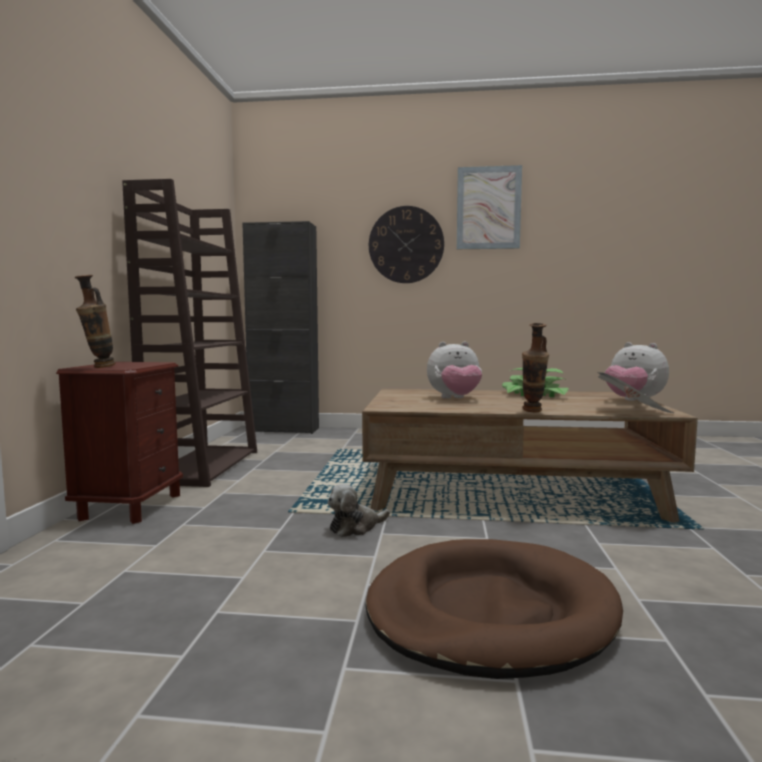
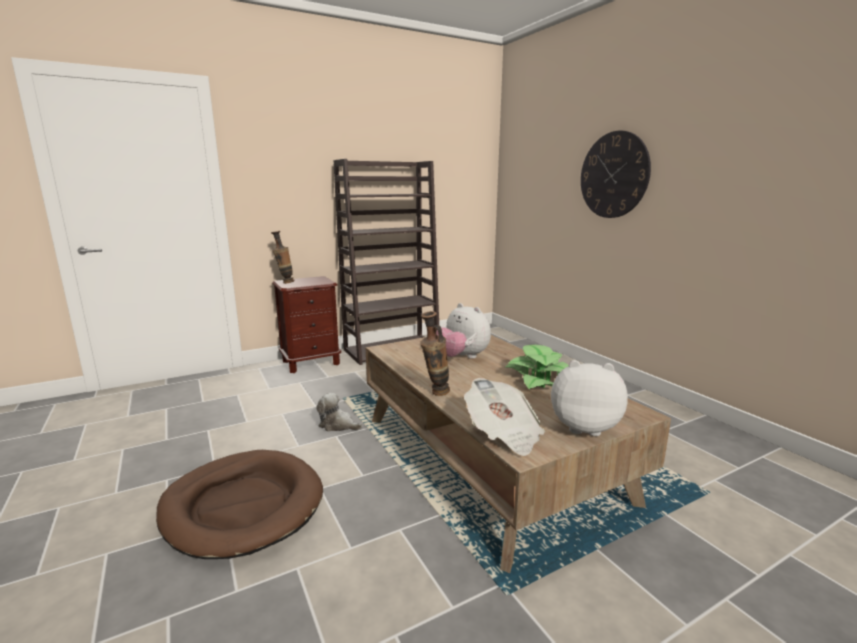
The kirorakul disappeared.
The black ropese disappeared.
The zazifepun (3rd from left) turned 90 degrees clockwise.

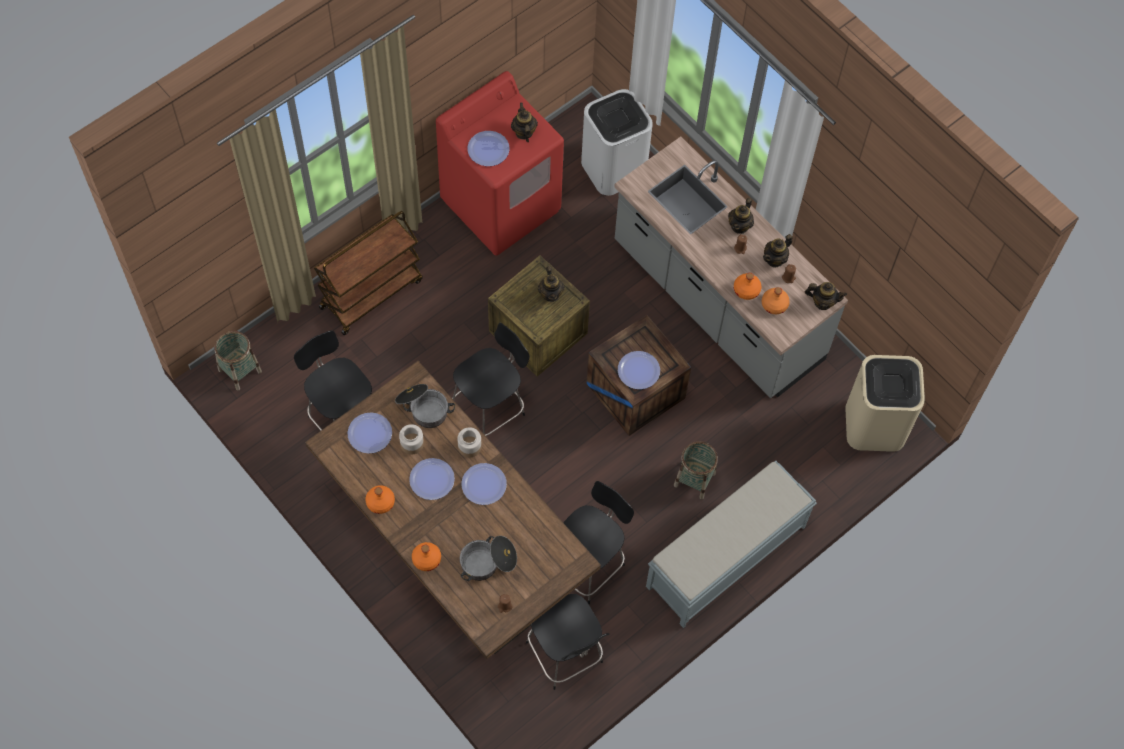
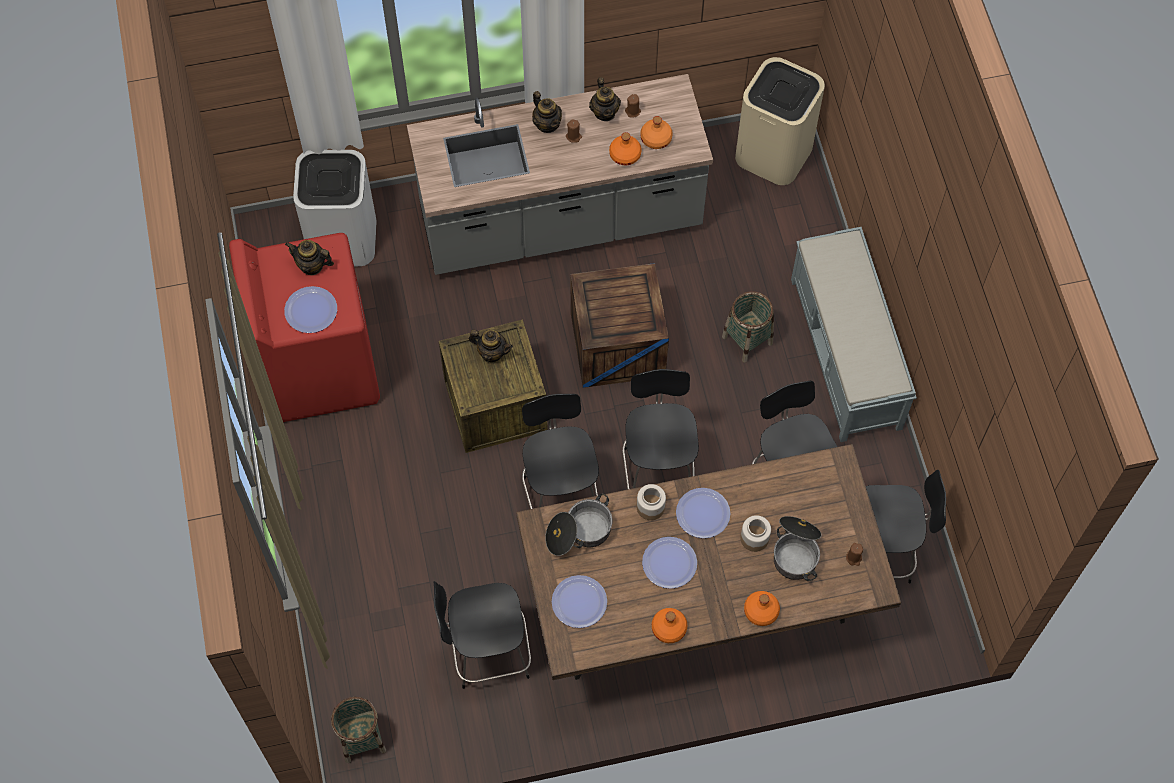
The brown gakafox disappeared.
The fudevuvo (5th from left) disappeared.
The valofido (5th from left) disappeared.
The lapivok (1st from left in the first image) moved.
The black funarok (3rd from left) appeared.

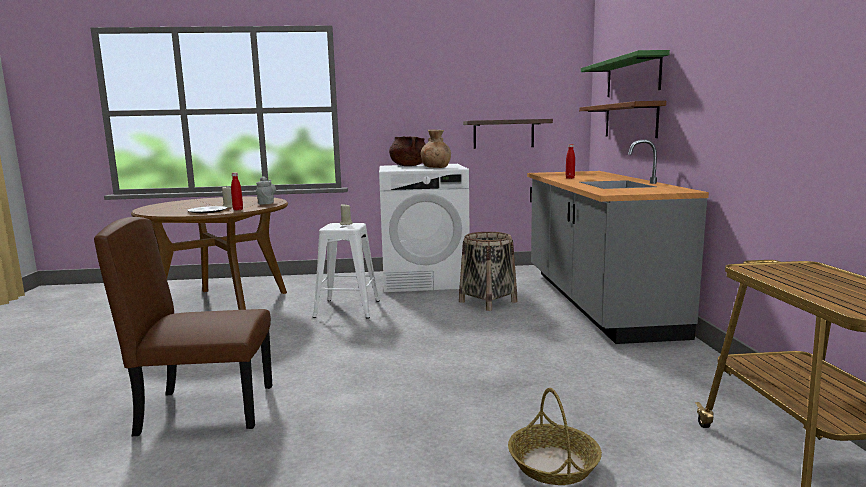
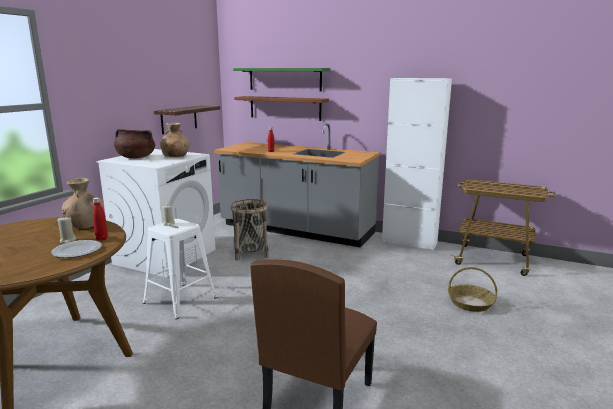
The grey fudevuvo was replaced by the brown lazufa (1st from left).
The white ropese appeared.

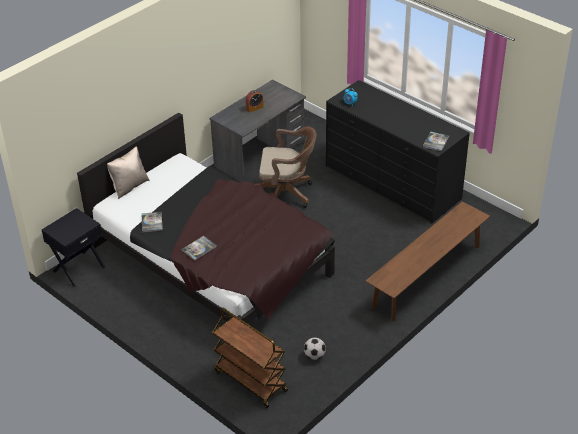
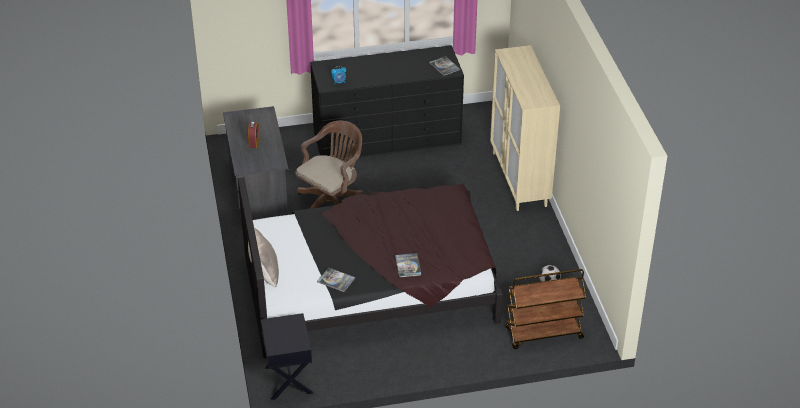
The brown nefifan was replaced by the beige ropese.

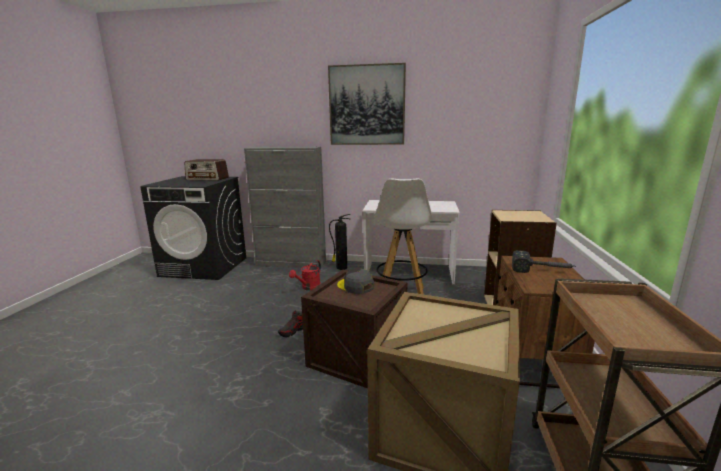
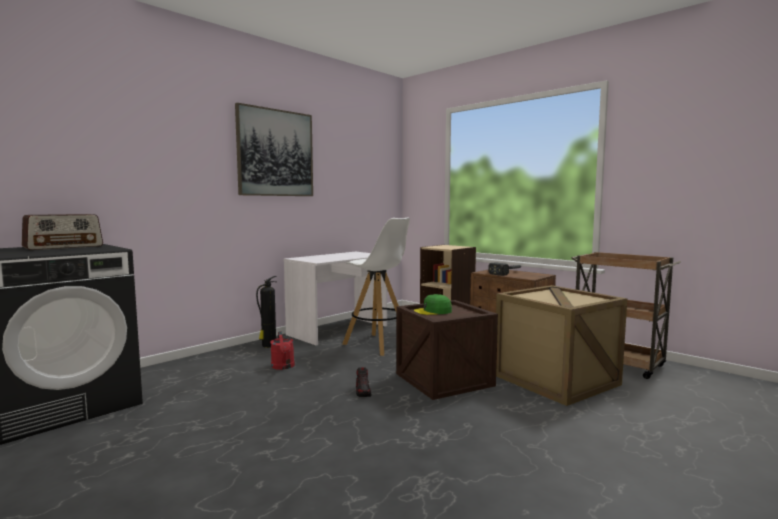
The grey ropese disappeared.
The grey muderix became the green muderix.

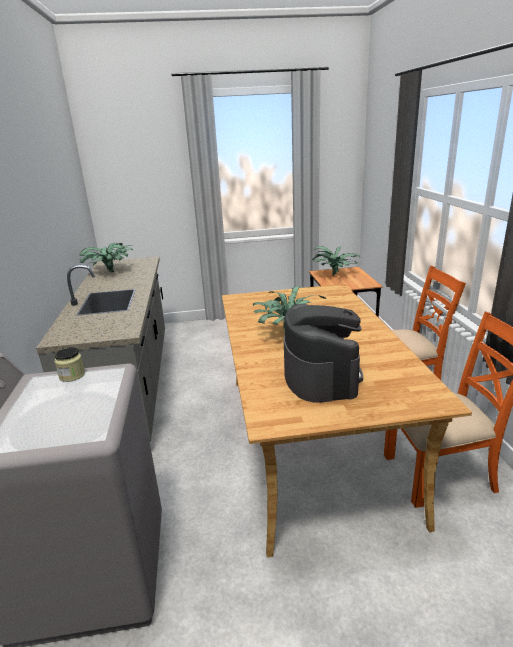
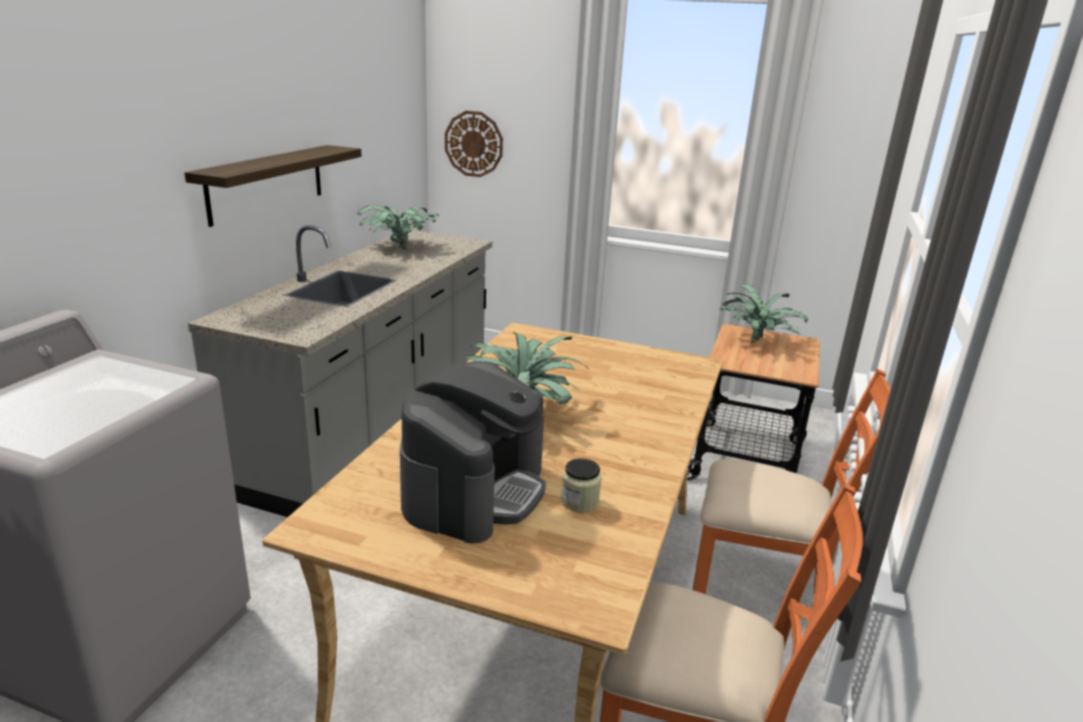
The lapivok moved.
The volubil appeared.
The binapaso appeared.

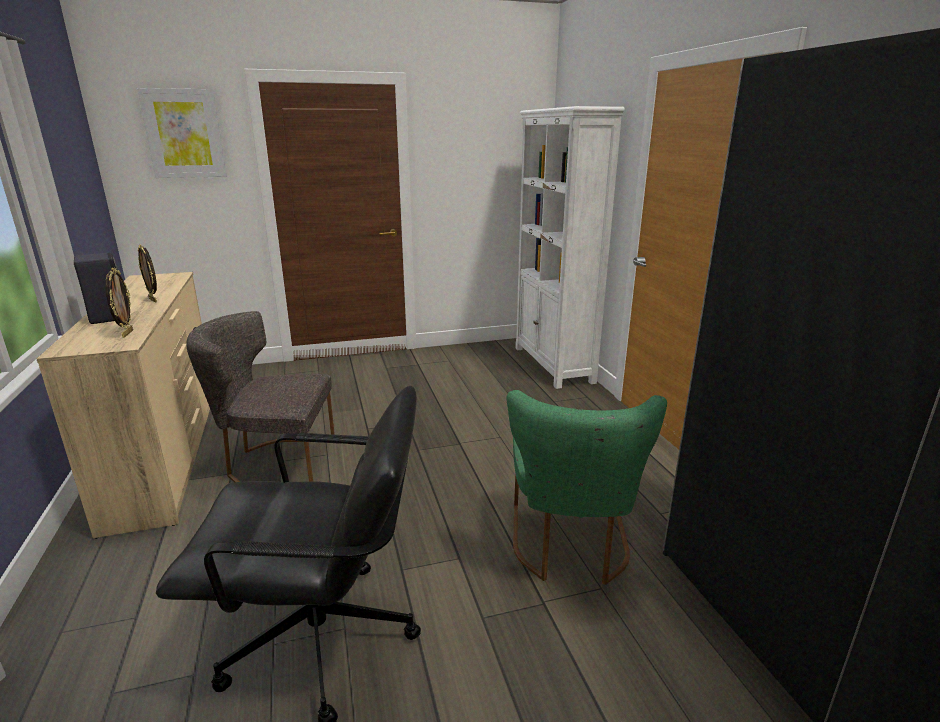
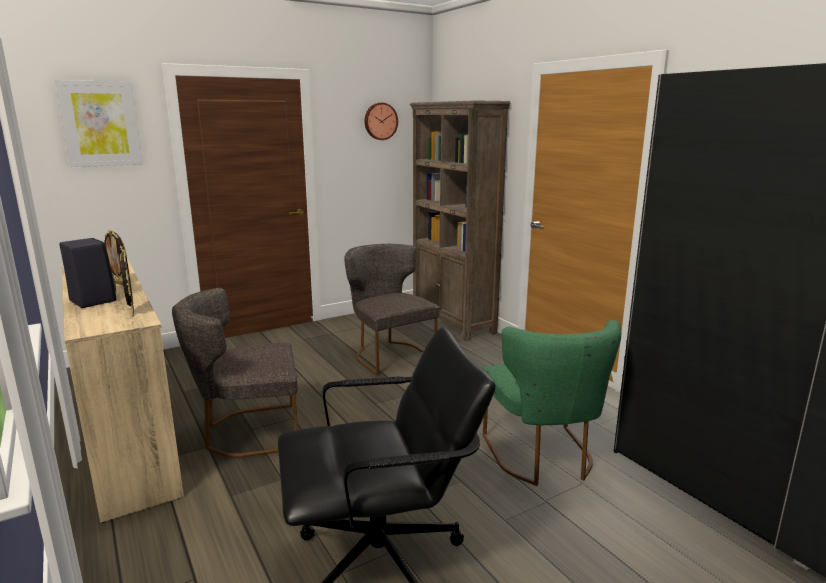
The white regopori became the brown regopori.
The volubil appeared.
The grey funarok (2nd from left) appeared.

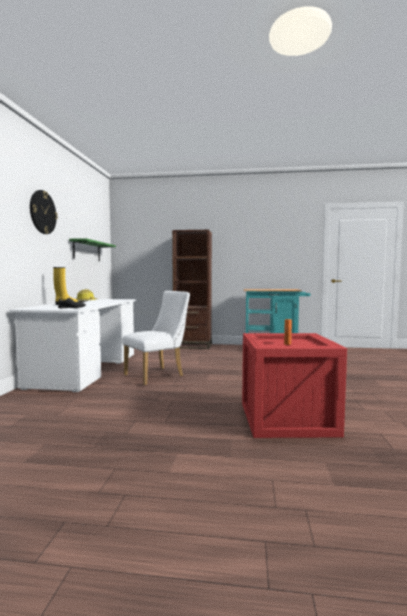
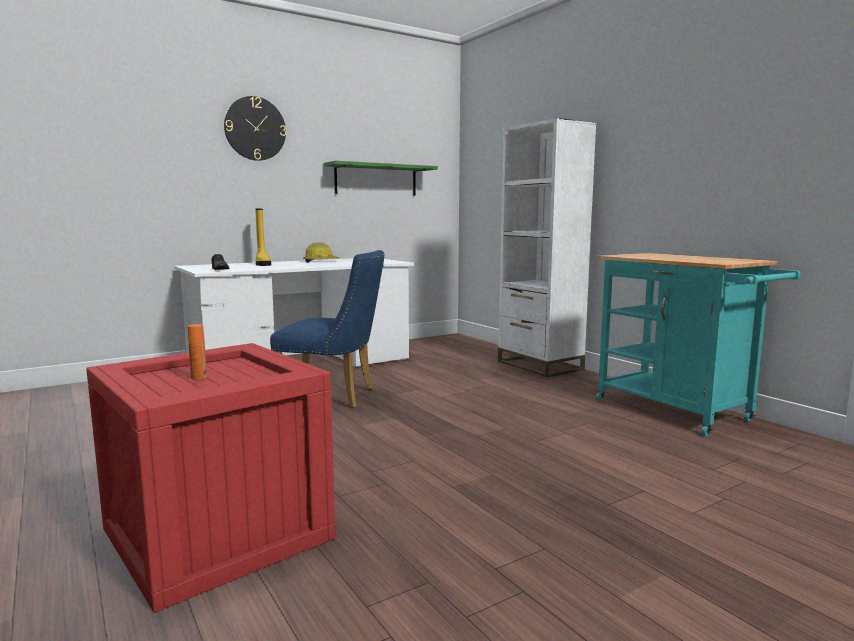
The brown regopori became the white regopori.
The white funarok became the blue funarok.

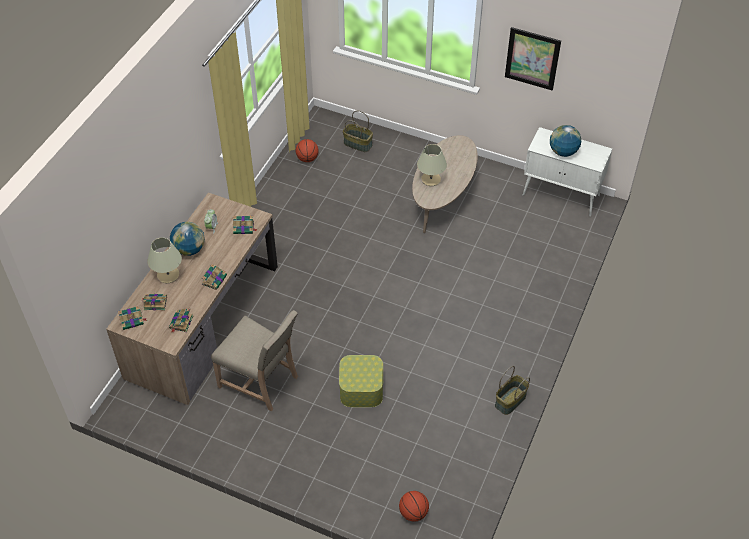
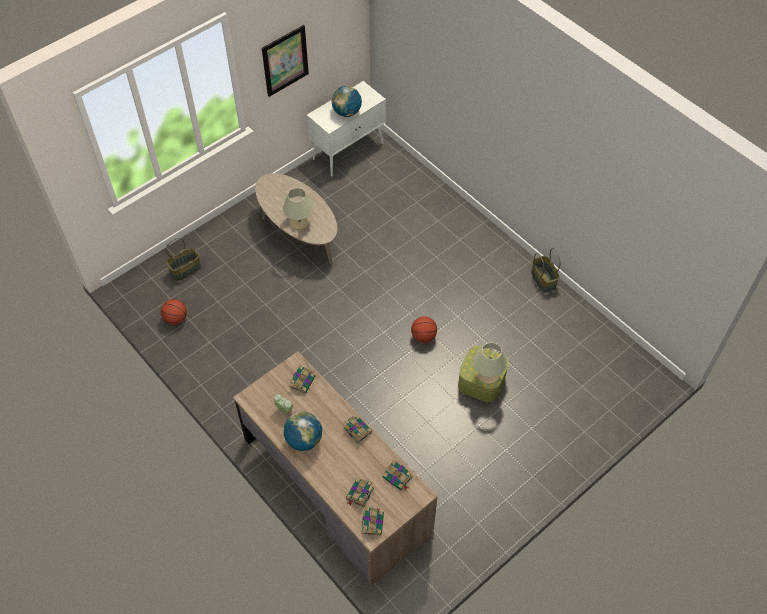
The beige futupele (1st from left in the first image) moved.
The beige funarok disappeared.
The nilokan (2nd from left) moved.

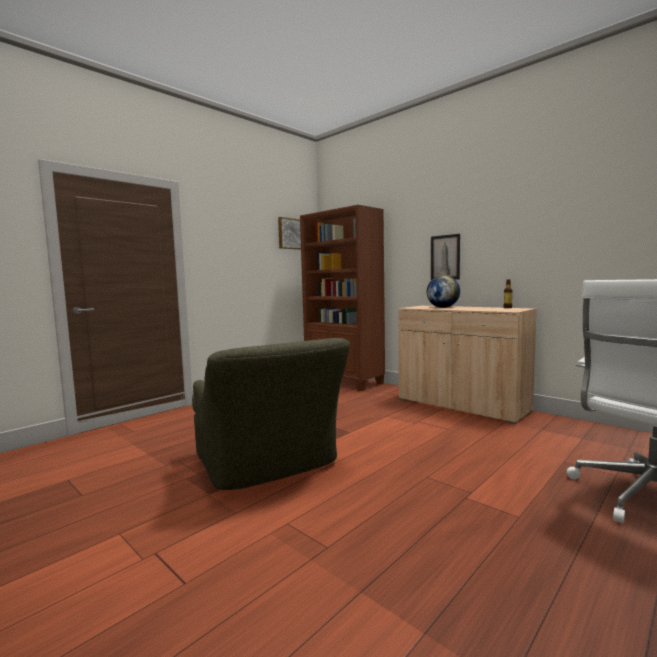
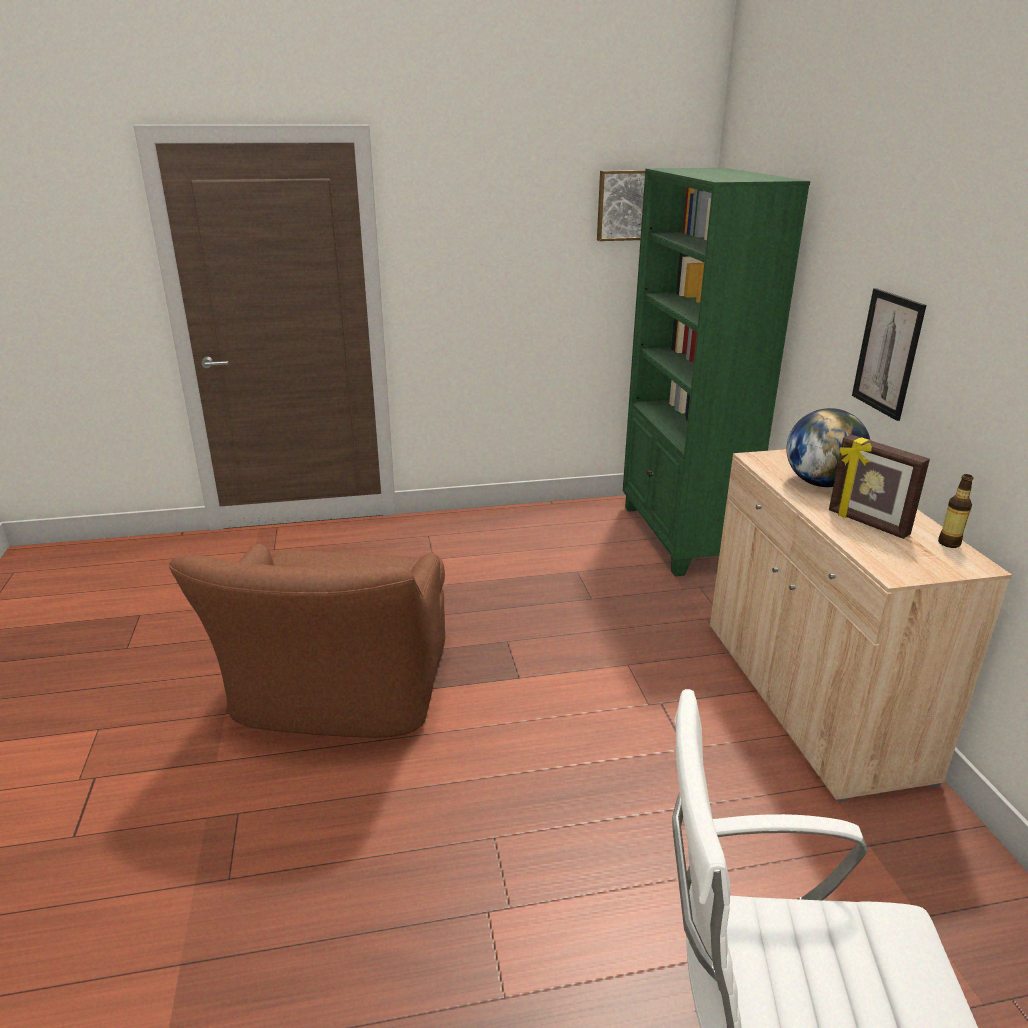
The brown regopori became the green regopori.
The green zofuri became the brown zofuri.
The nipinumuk appeared.

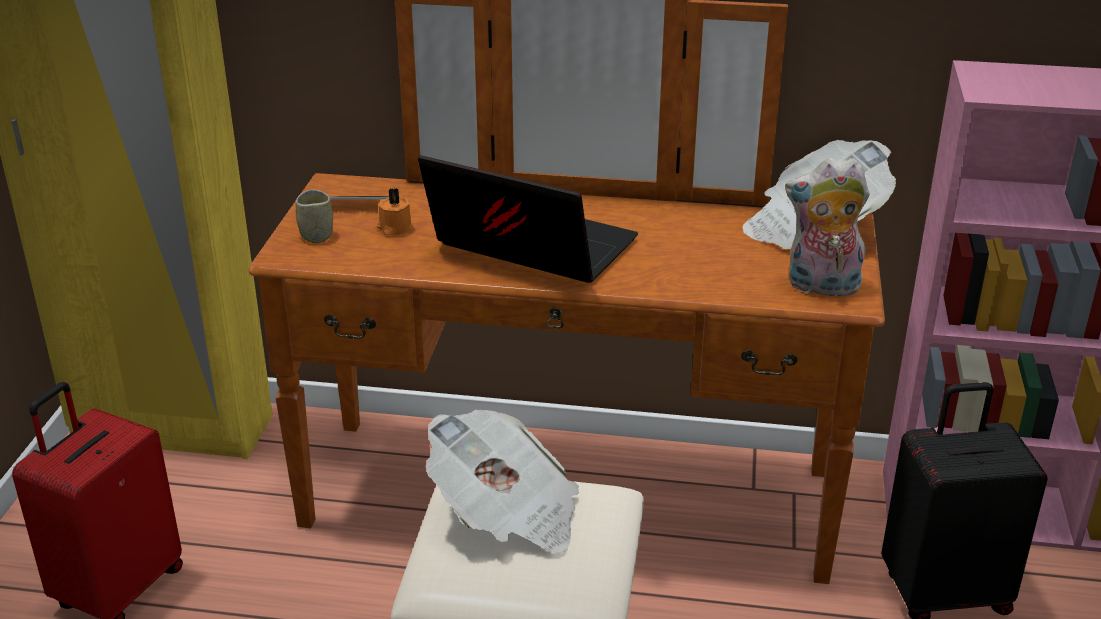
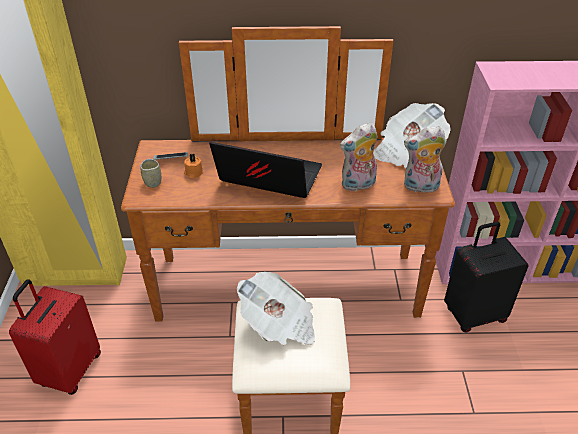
The zazifepun (1st from left) appeared.

